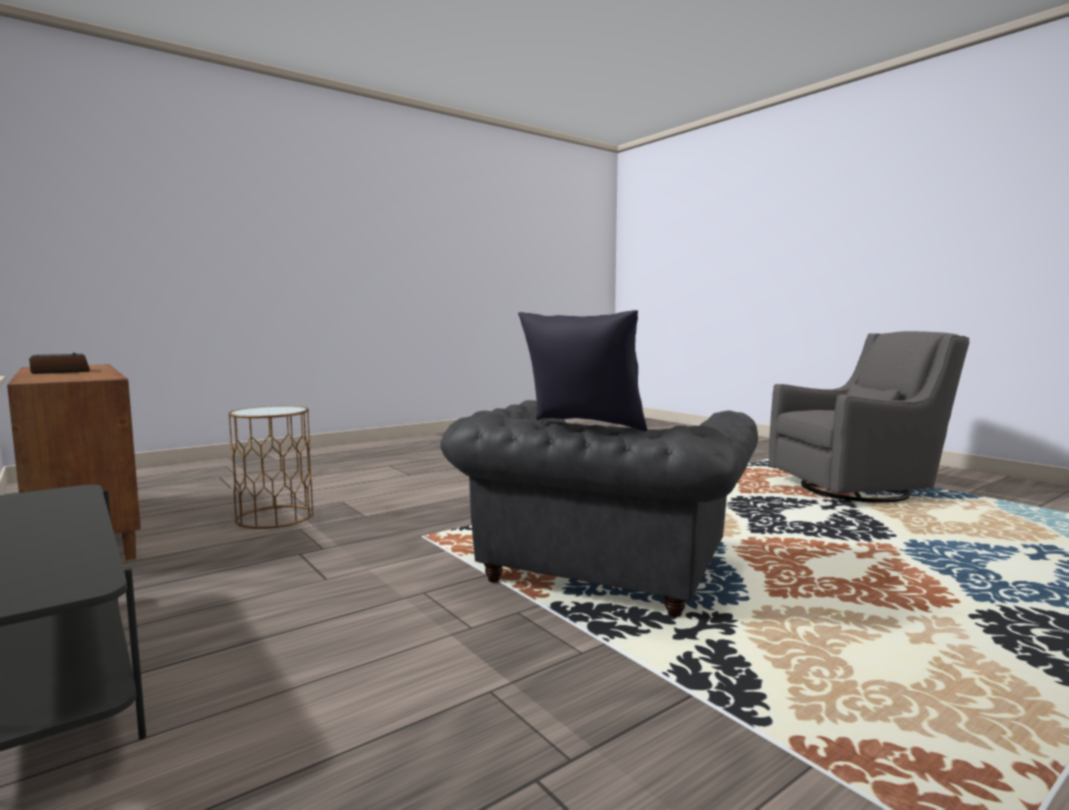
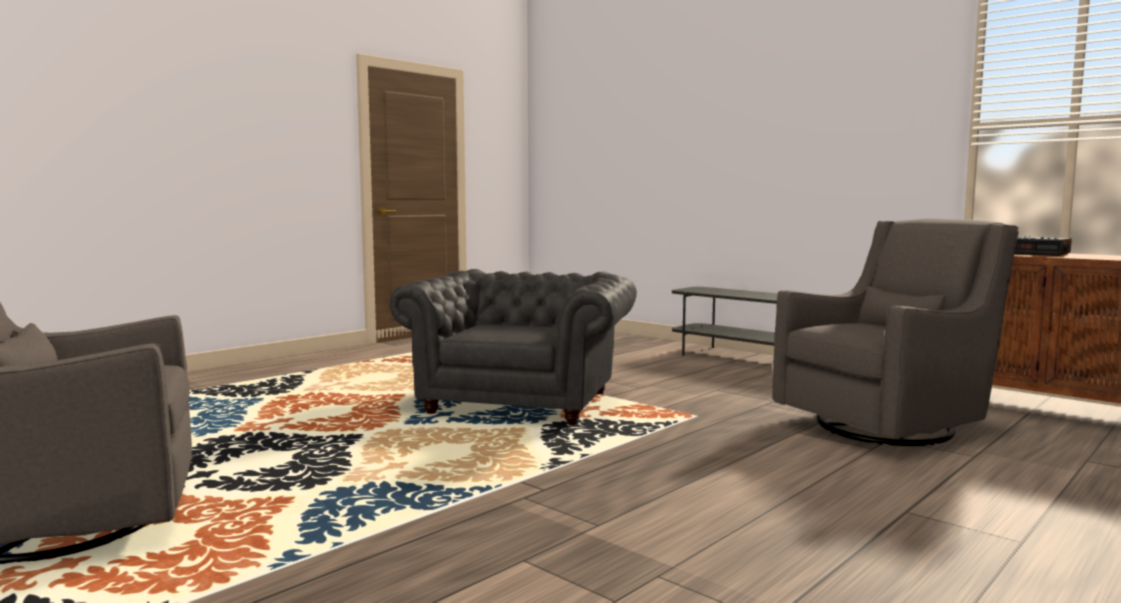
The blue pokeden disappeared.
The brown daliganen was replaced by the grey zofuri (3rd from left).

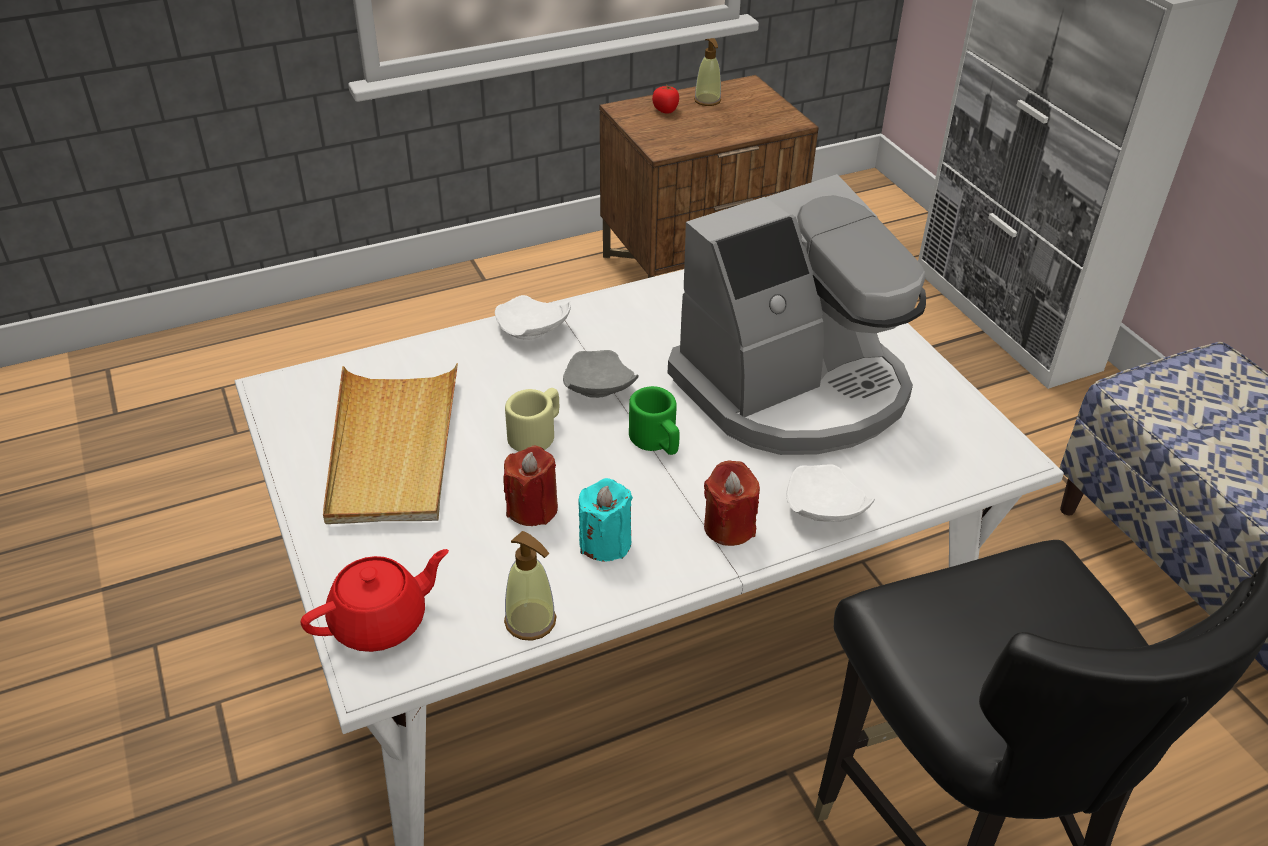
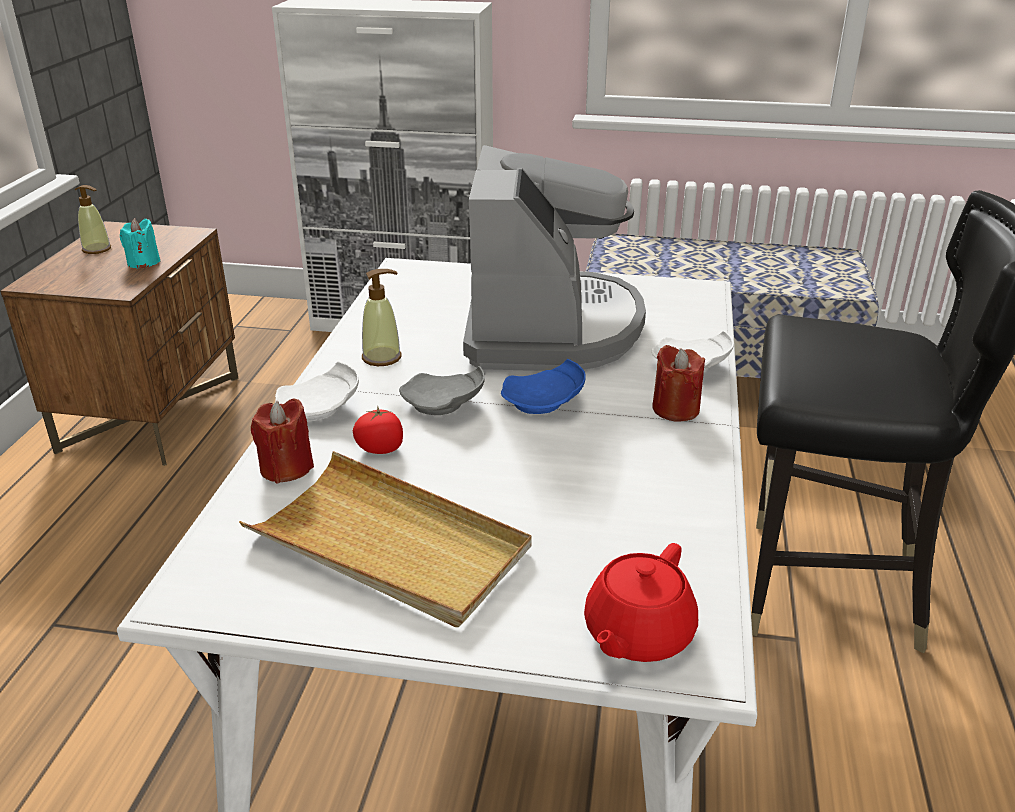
The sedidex moved.
The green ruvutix was replaced by the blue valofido.
The beige ruvutix disappeared.
The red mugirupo (1st from left) moved.
The turquoise mugirupo moved.
The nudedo (1st from left in the first image) moved.
The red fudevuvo turned 150 degrees counterclockwise.

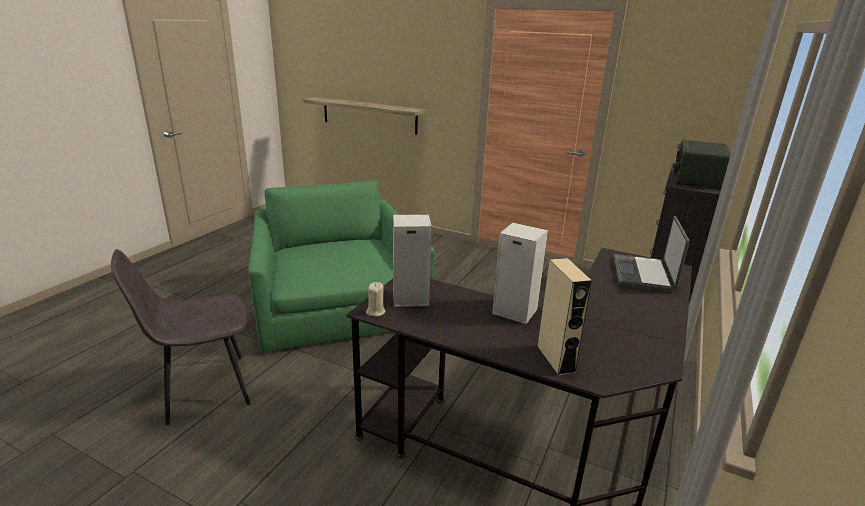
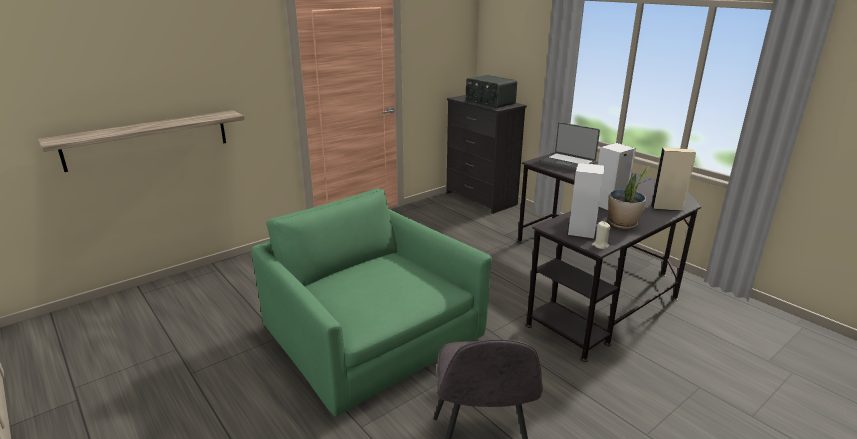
The green zofuri turned 45 degrees clockwise.
The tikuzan appeared.

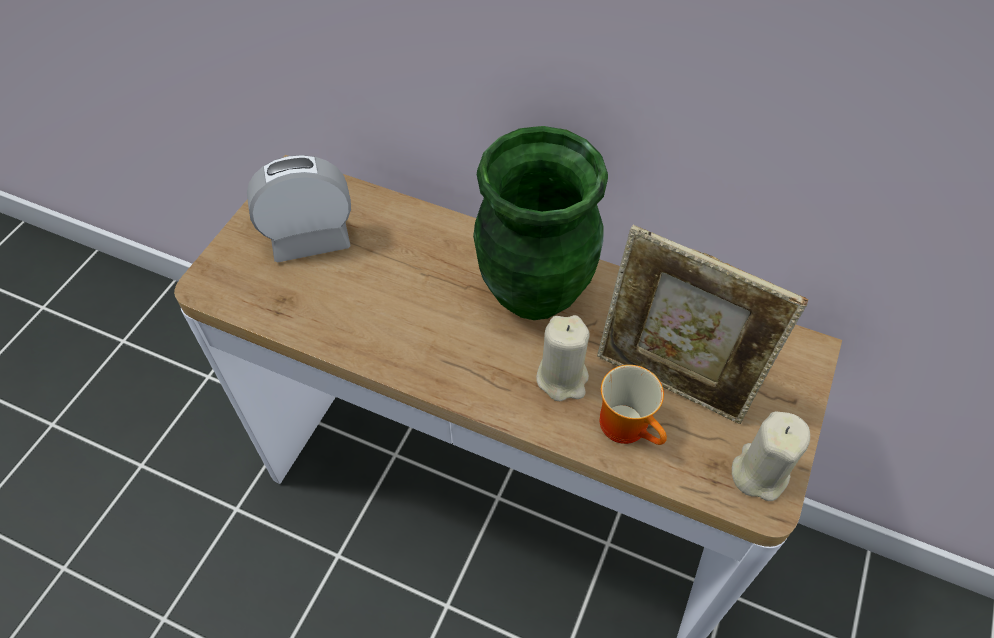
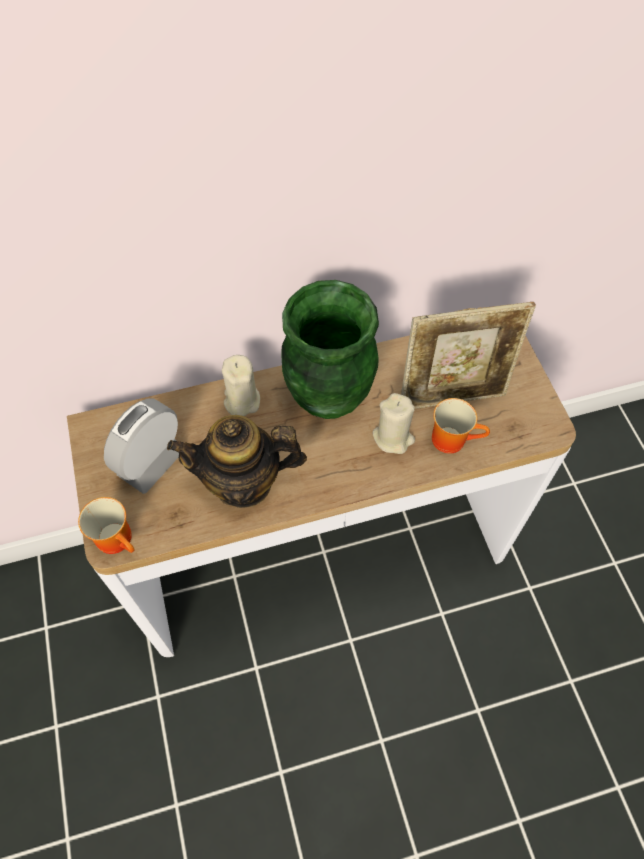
The beige mugirupo (2nd from left in the first image) moved.
The fudevuvo appeared.
The ruvutix (1st from left) appeared.

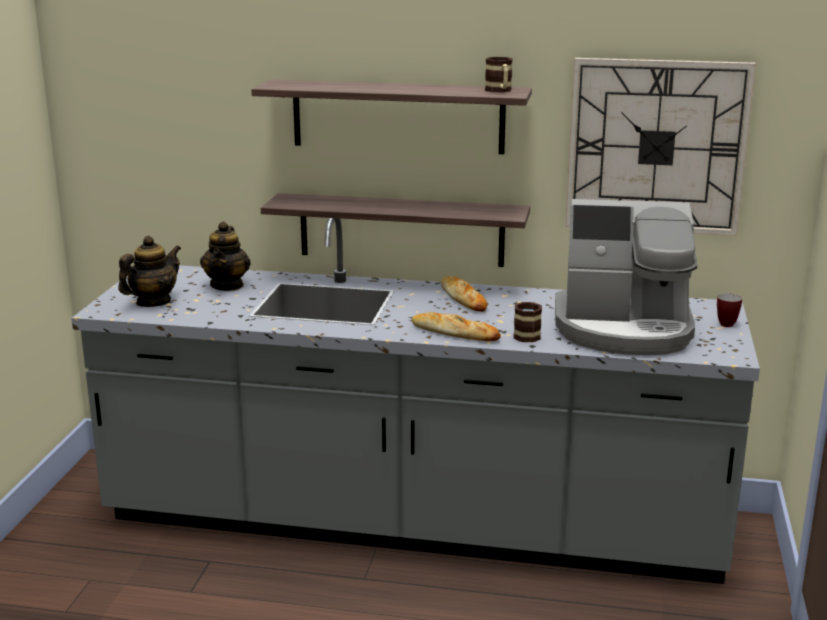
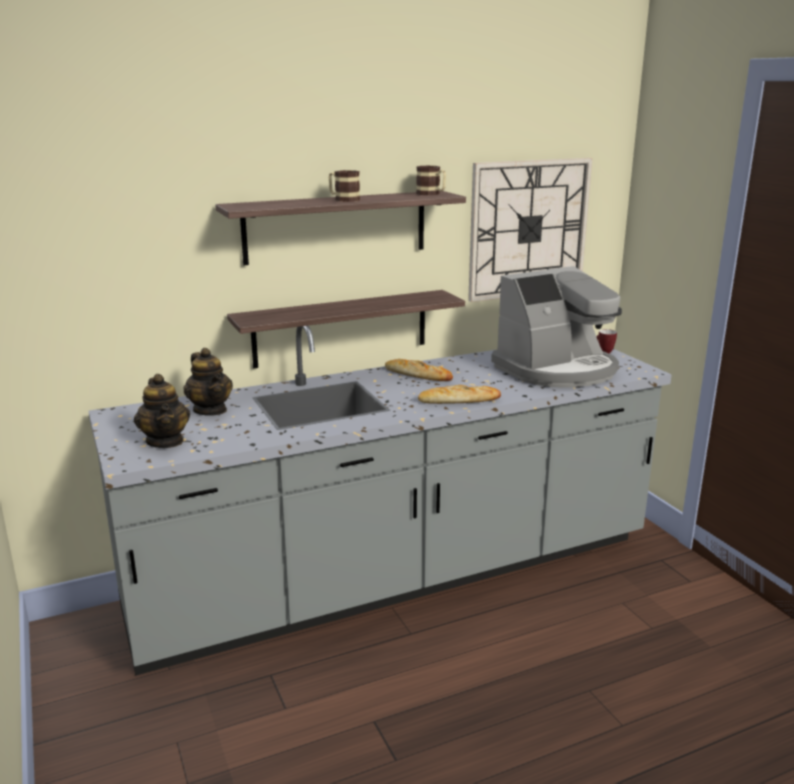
The fudevuvo (1st from left) turned 150 degrees clockwise.
The ruvutix (2nd from left in the first image) moved.

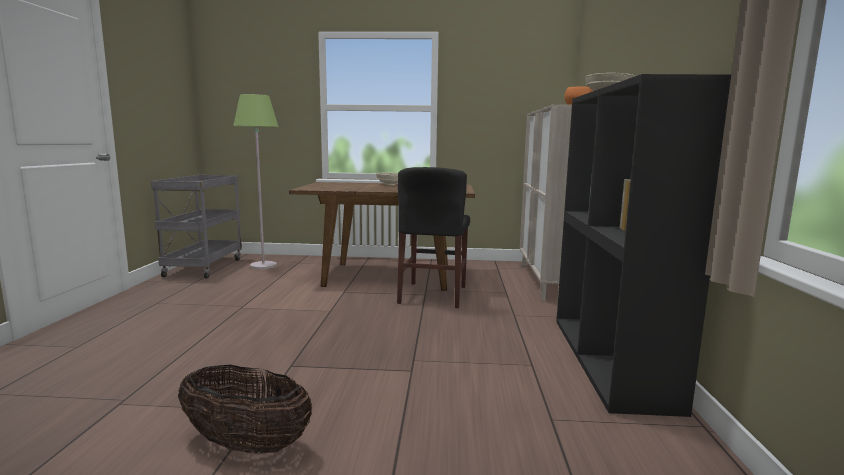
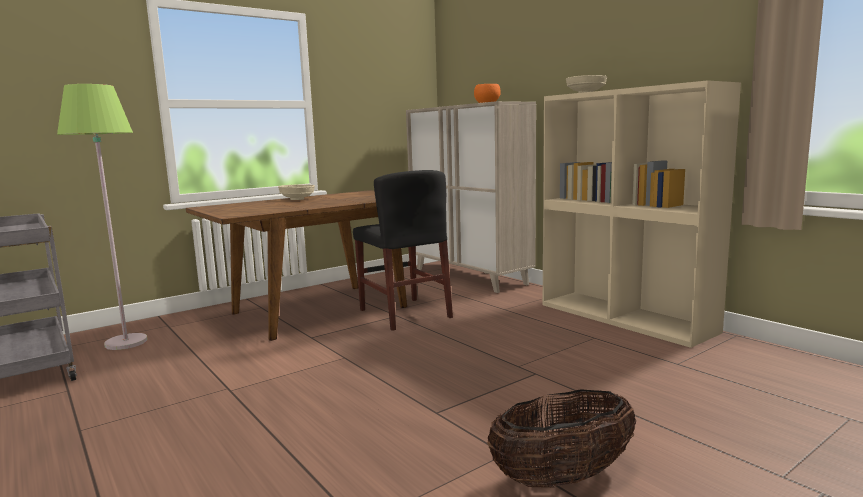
The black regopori became the beige regopori.

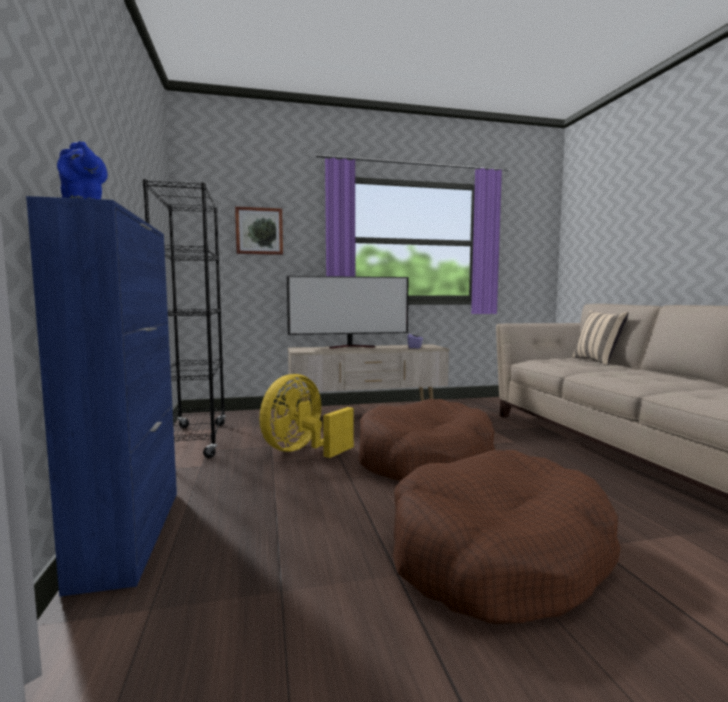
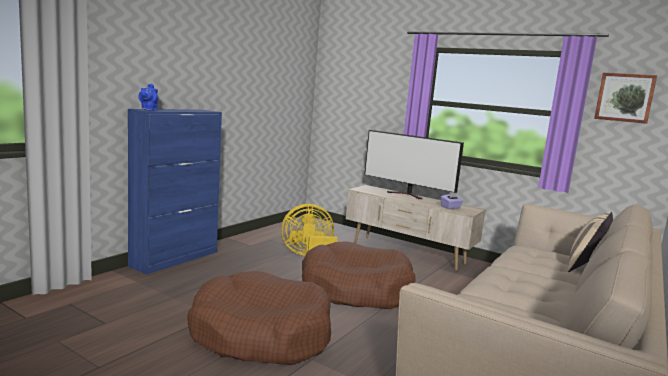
The black regopori disappeared.
The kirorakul moved.

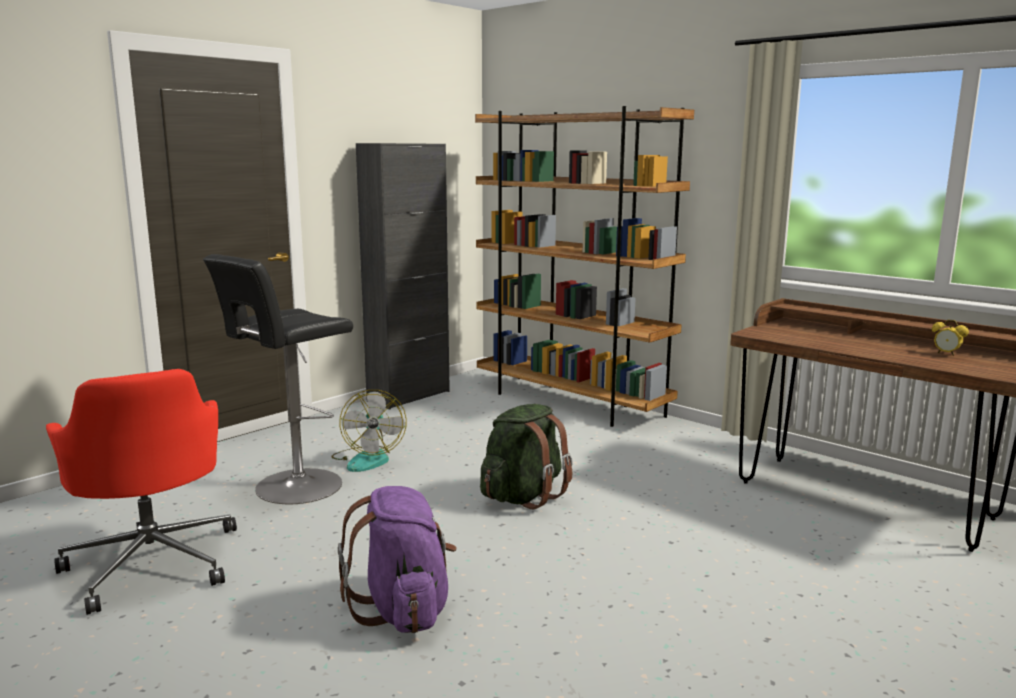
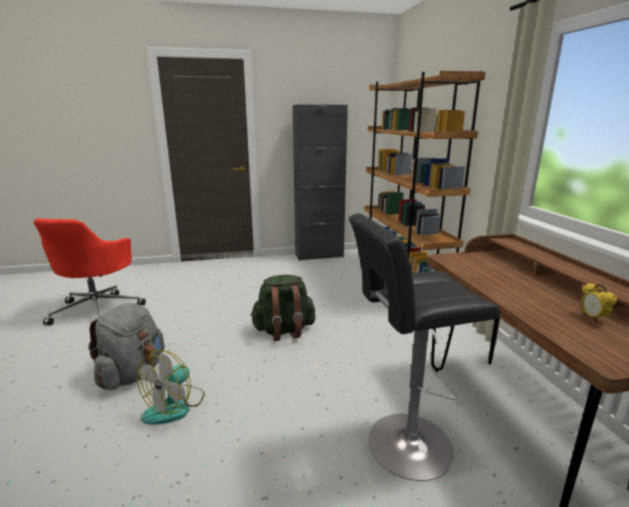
The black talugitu moved.
The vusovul moved.
The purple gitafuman became the grey gitafuman.

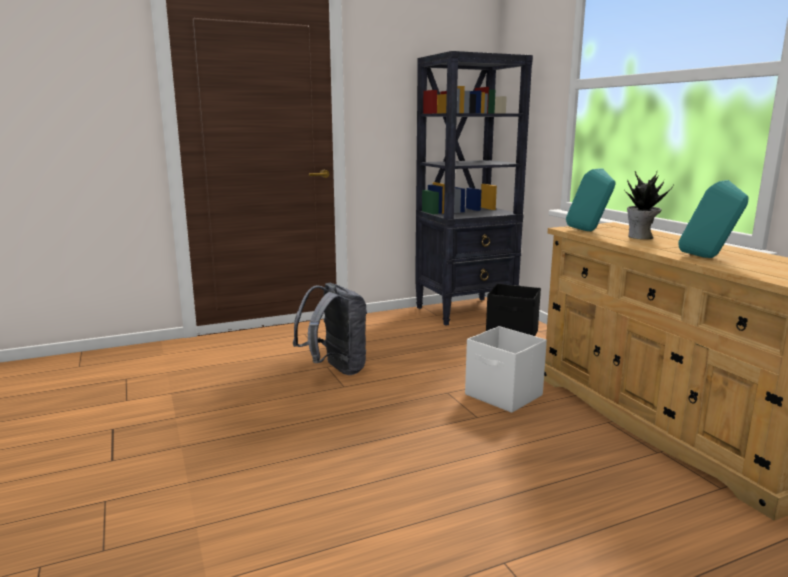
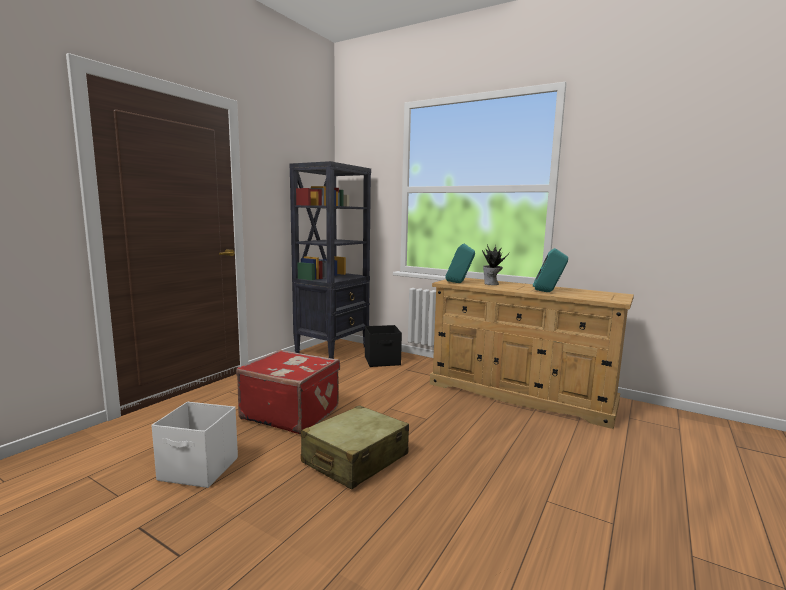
The grey gitafuman was replaced by the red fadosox.
The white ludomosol moved.
The beige fadosox appeared.

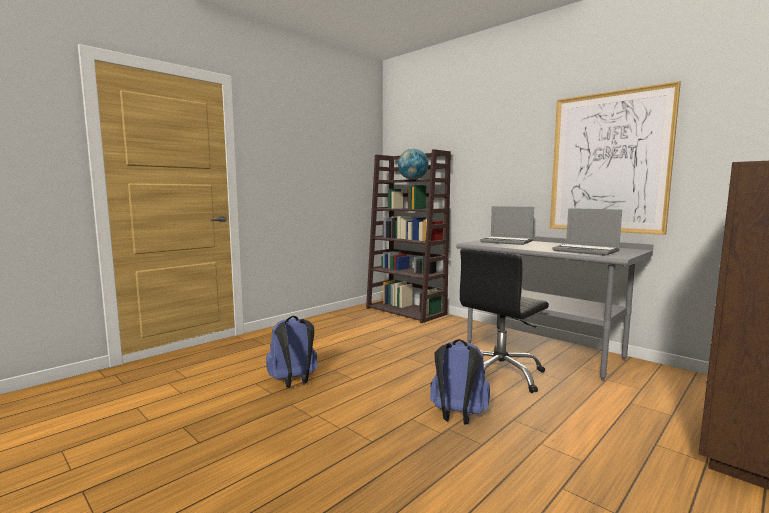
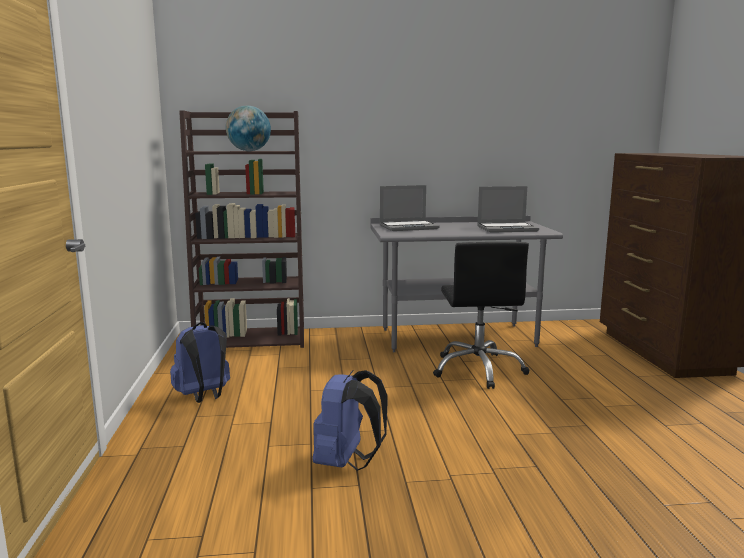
The kirorakul disappeared.
The blue gitafuman (2nd from left in the first image) moved.

